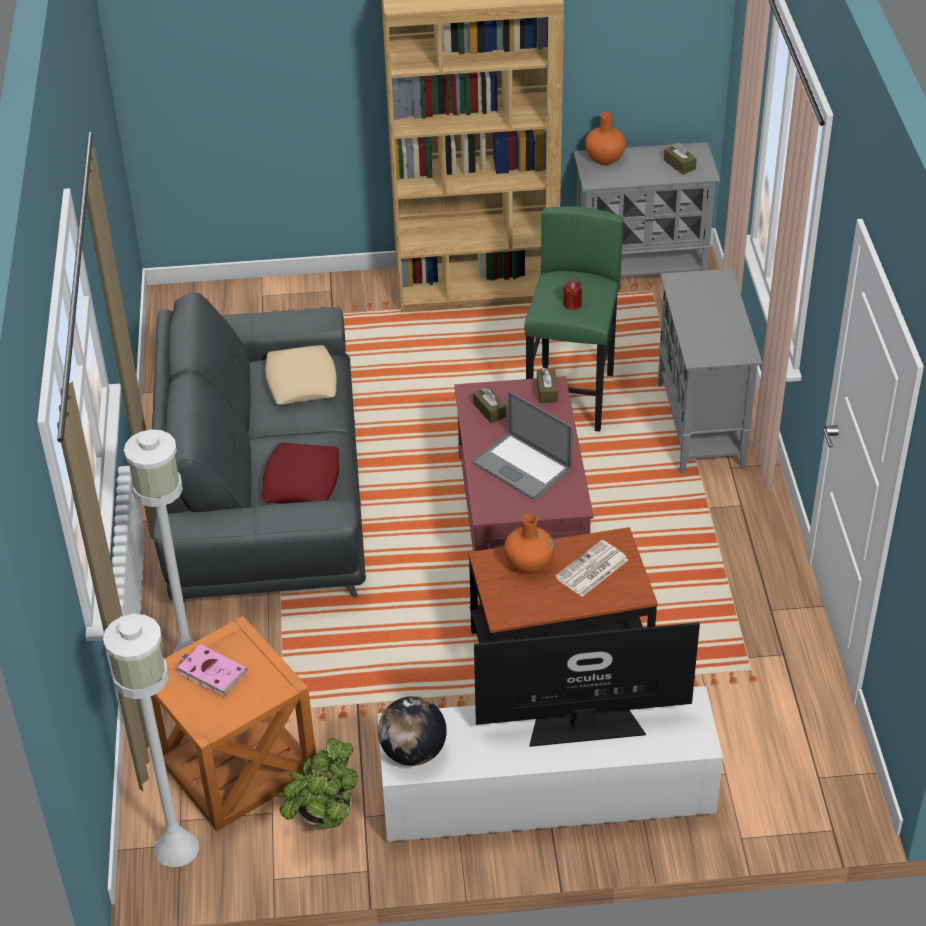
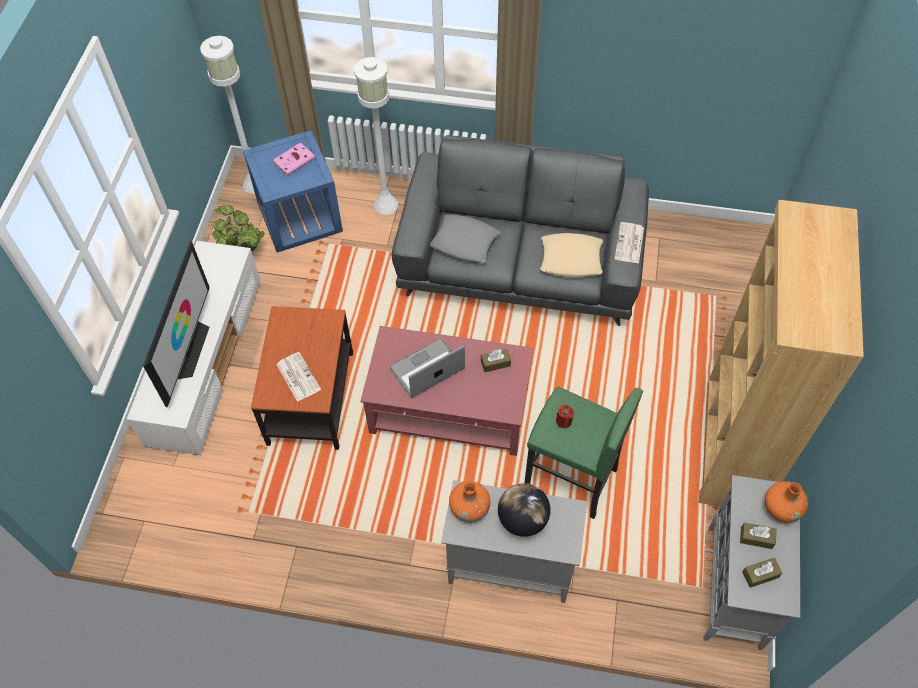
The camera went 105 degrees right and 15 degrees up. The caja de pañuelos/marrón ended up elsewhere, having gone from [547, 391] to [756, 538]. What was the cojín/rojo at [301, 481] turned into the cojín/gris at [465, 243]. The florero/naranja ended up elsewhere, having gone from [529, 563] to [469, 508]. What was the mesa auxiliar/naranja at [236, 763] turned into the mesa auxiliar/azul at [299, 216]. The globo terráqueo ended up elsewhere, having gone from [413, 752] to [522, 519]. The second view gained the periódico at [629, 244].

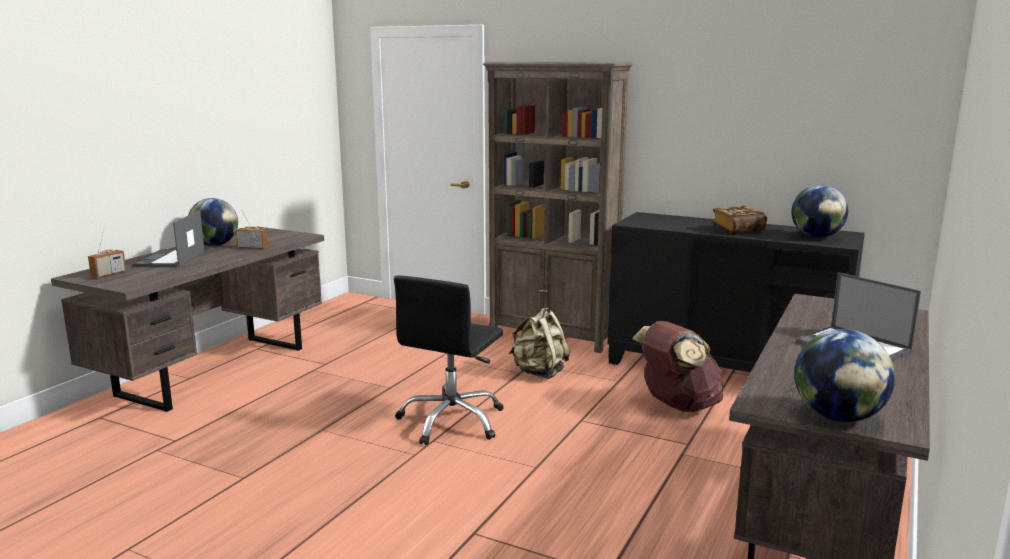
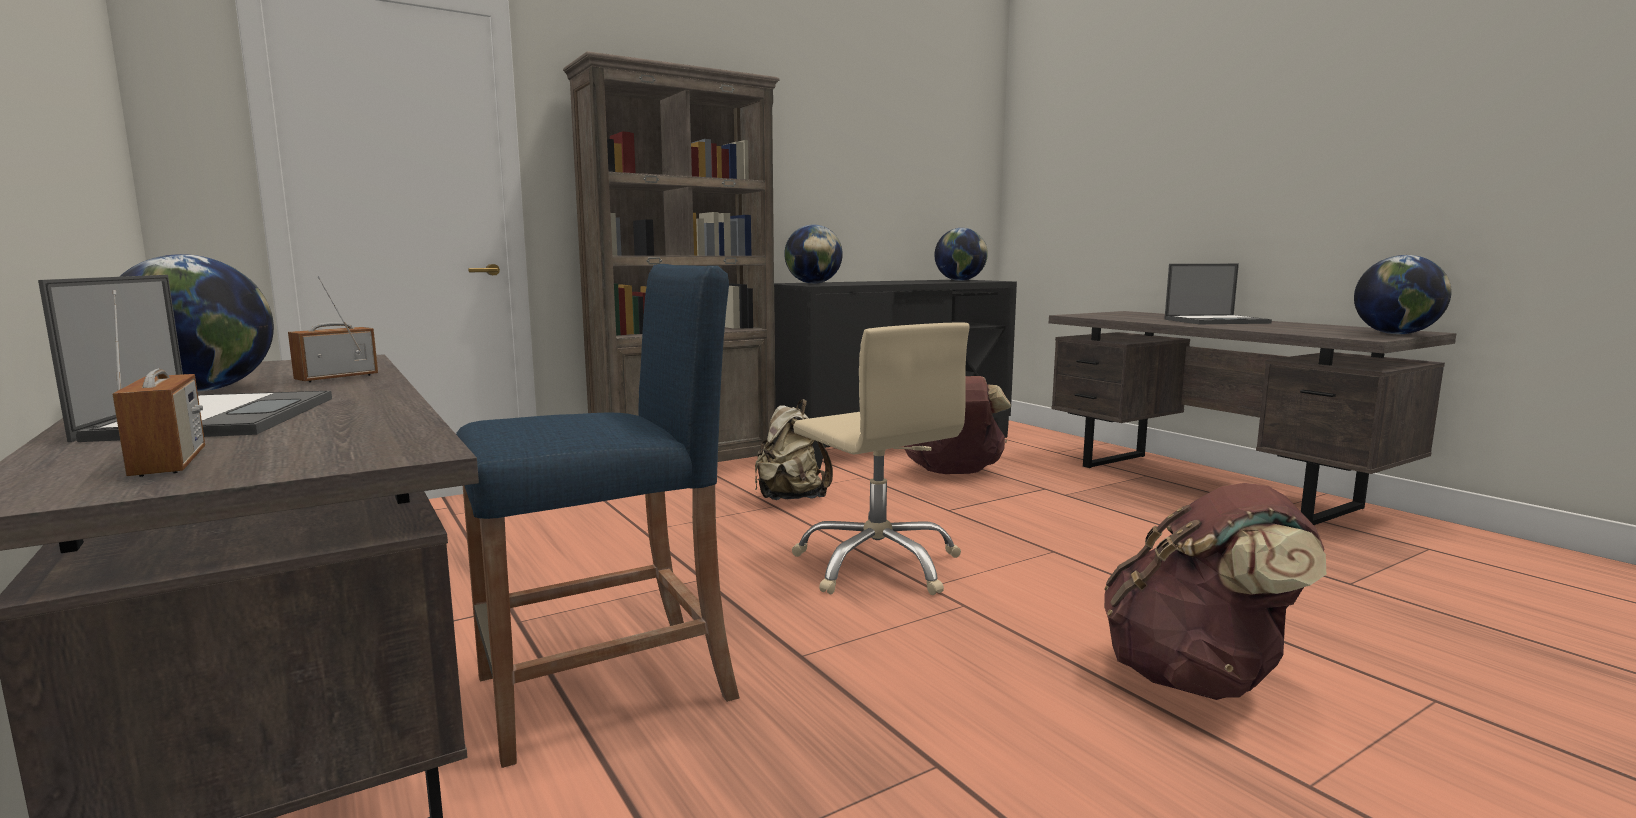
The camera went 60 degrees left and 5 degrees down. The second view lost the libro at [737, 230]. The portátil at [170, 259] ended up facing another way, 135 degrees counterclockwise from before. What was the silla de oficina/negro at [452, 421] turned into the silla de oficina/beis at [878, 565]. The second view gained the globo terráqueo at [813, 283]. The second view gained the taburete/azul at [606, 689]. The second view gained the mochila/marrón at [1199, 678].

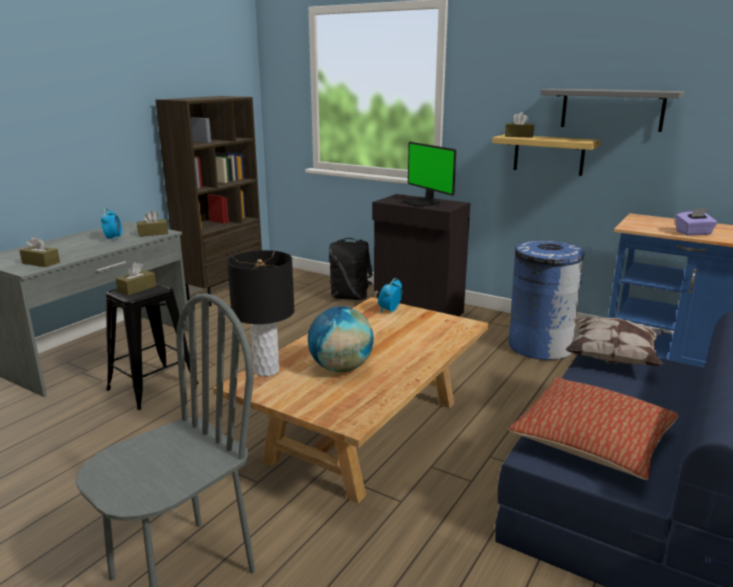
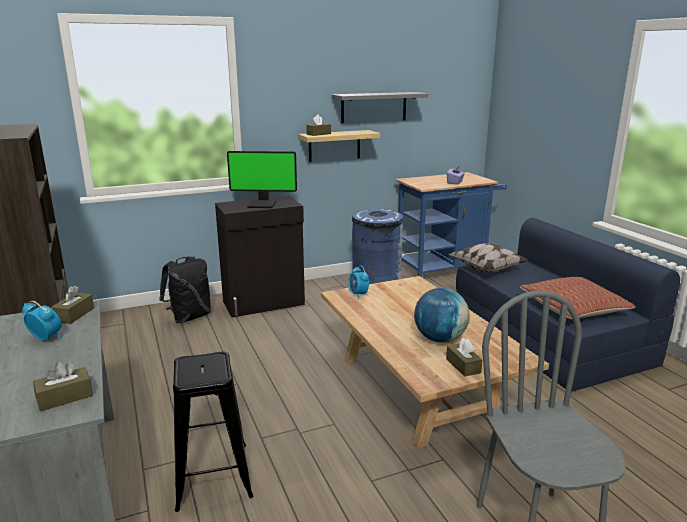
The camera went 55 degrees left and 0 degrees up. The second view lost the lámpara de mesa/negro at [266, 371]. The caja de pañuelos/marrón ended up elsewhere, having gone from [137, 289] to [463, 366].

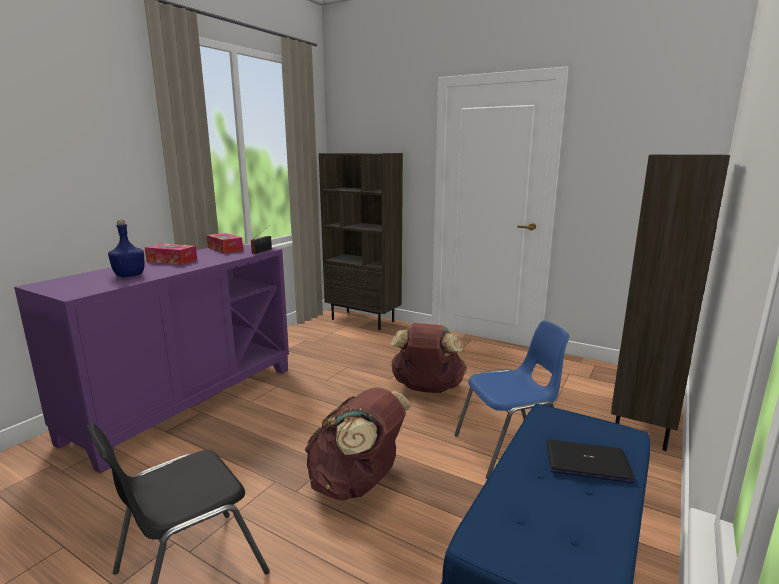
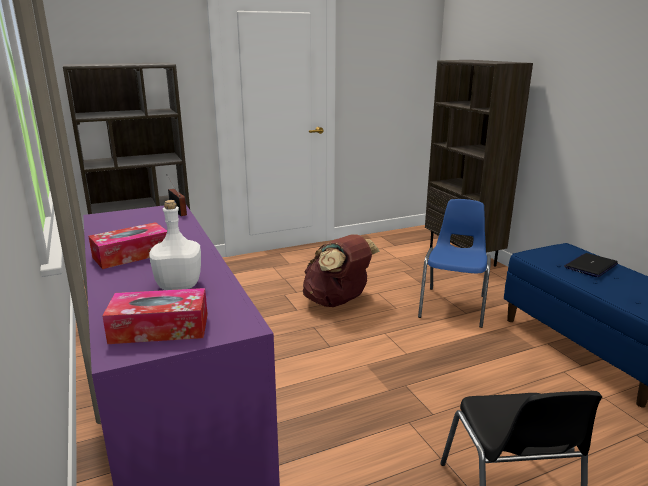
The camera went 55 degrees left and 5 degrees up. What was the botella/azul at [129, 275] turned into the botella/blanco at [178, 285]. The caja de pañuelos ended up elsewhere, having gone from [225, 249] to [160, 328]. The second view lost the mochila/marrón at [357, 484].

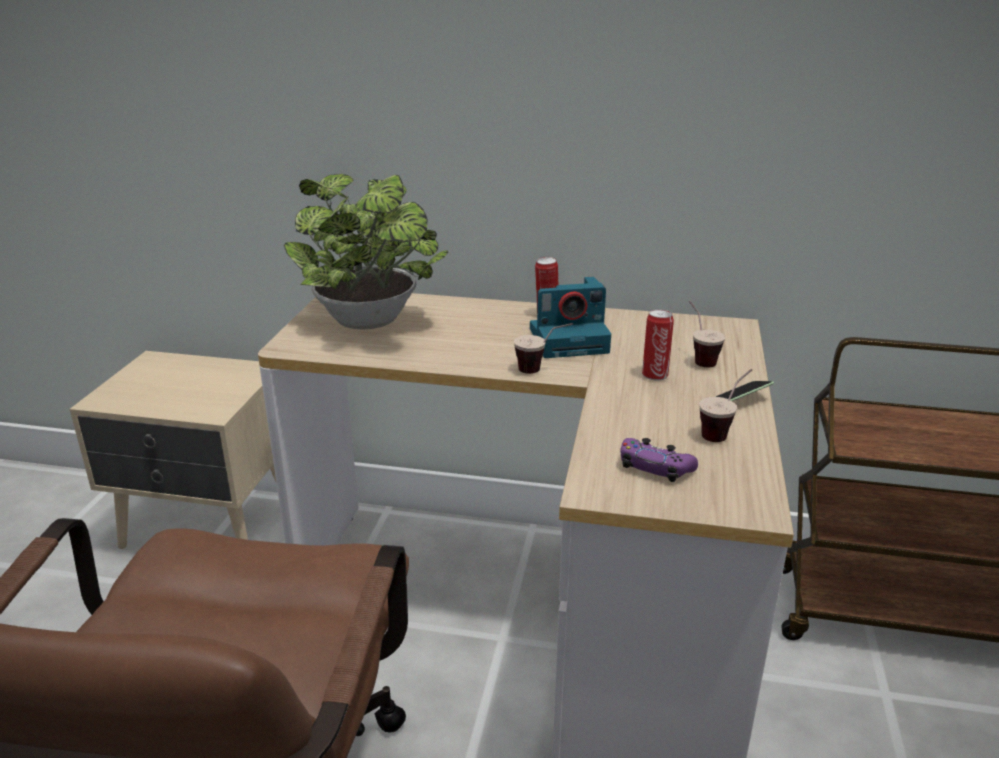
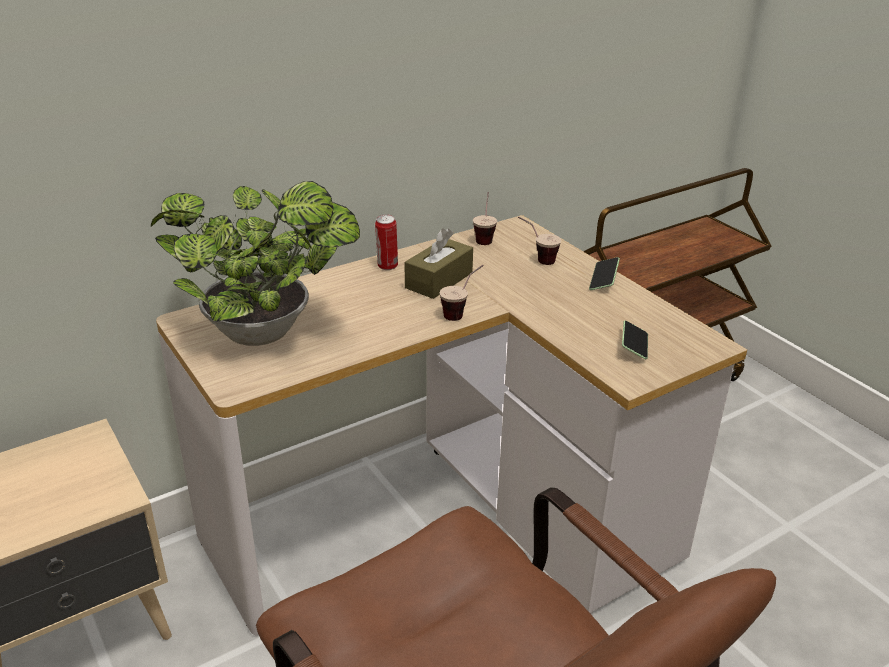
The camera went 45 degrees left and 5 degrees up. Where the cámara stood at [570, 340], the caja de pañuelos/marrón came to stand at [439, 280]. The second view lost the lata at [655, 375]. The taza ended up elsewhere, having gone from [723, 431] to [484, 237]. Where the mando de consola/morado stood at [655, 467], the móvil came to stand at [634, 347].

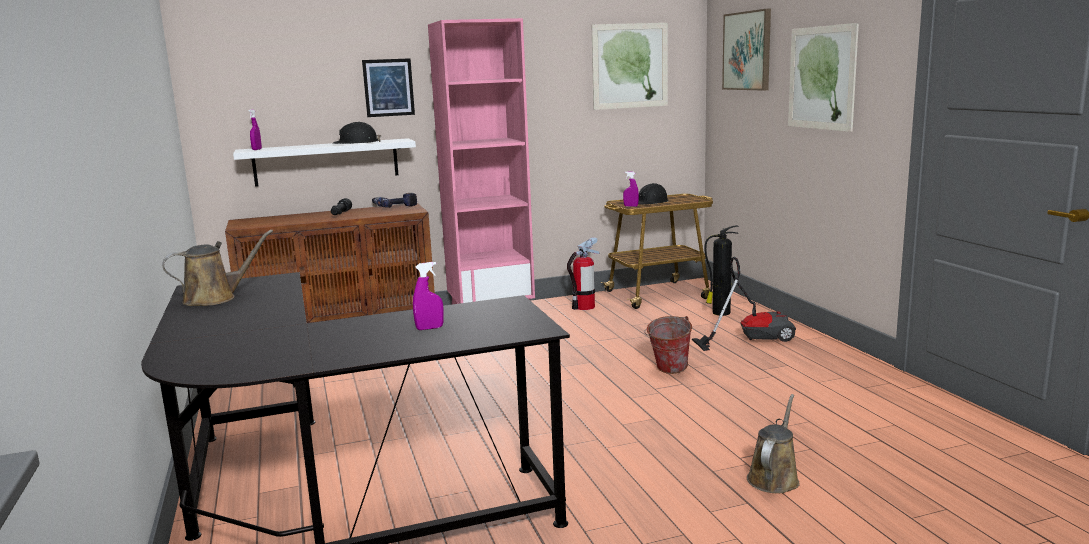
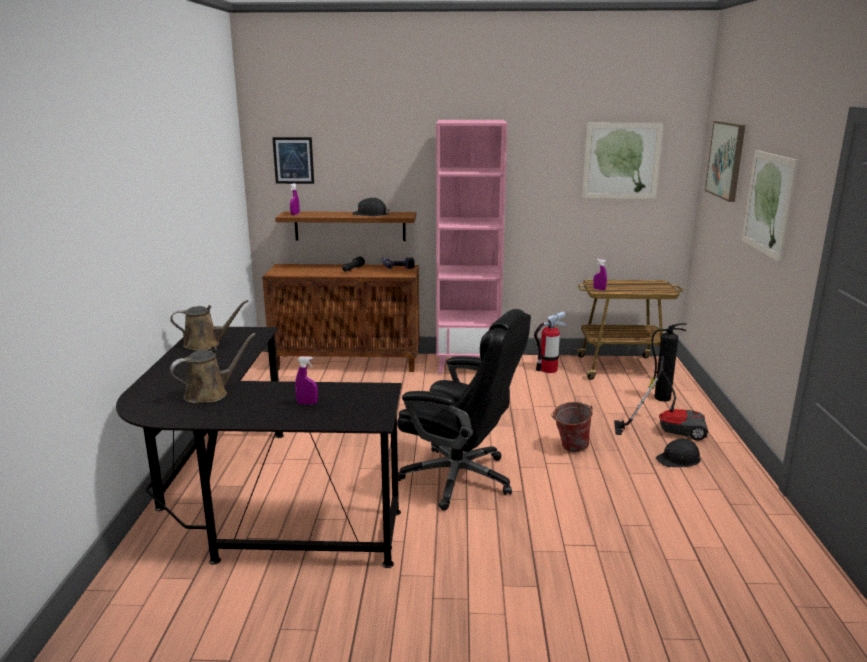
The camera went 20 degrees right and 5 degrees up. The cuadro ended up elsewhere, having gone from [388, 87] to [293, 160]. What was the estante/blanco at [326, 162] turned into the estante/marrón at [350, 226]. The casco/negro ended up elsewhere, having gone from [651, 202] to [679, 459]. The regadera/marrón ended up elsewhere, having gone from [774, 478] to [210, 393]. The second view gained the silla de oficina/negro at [460, 478].

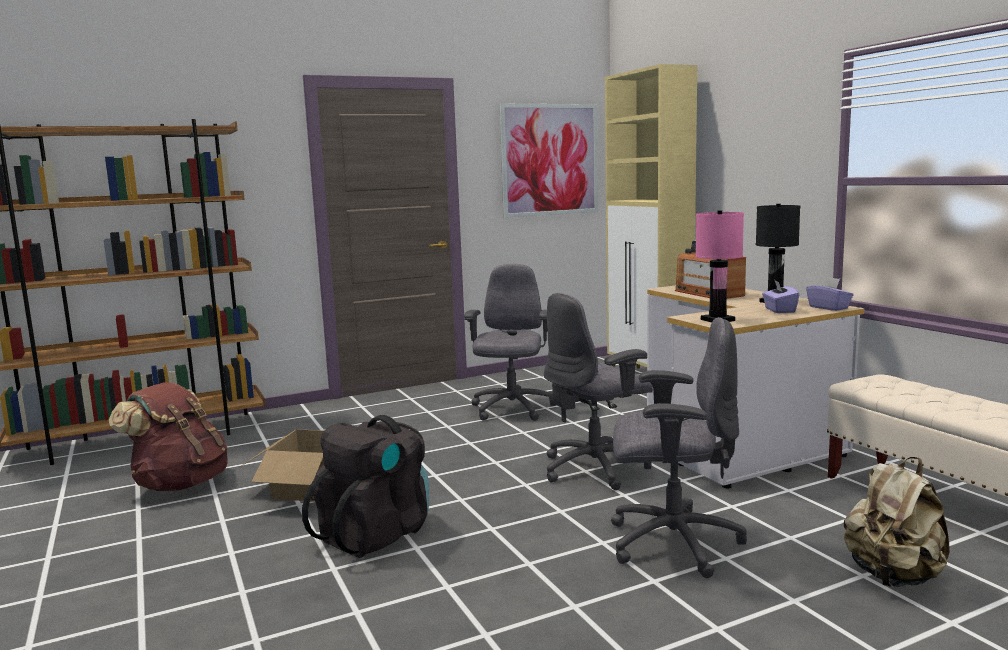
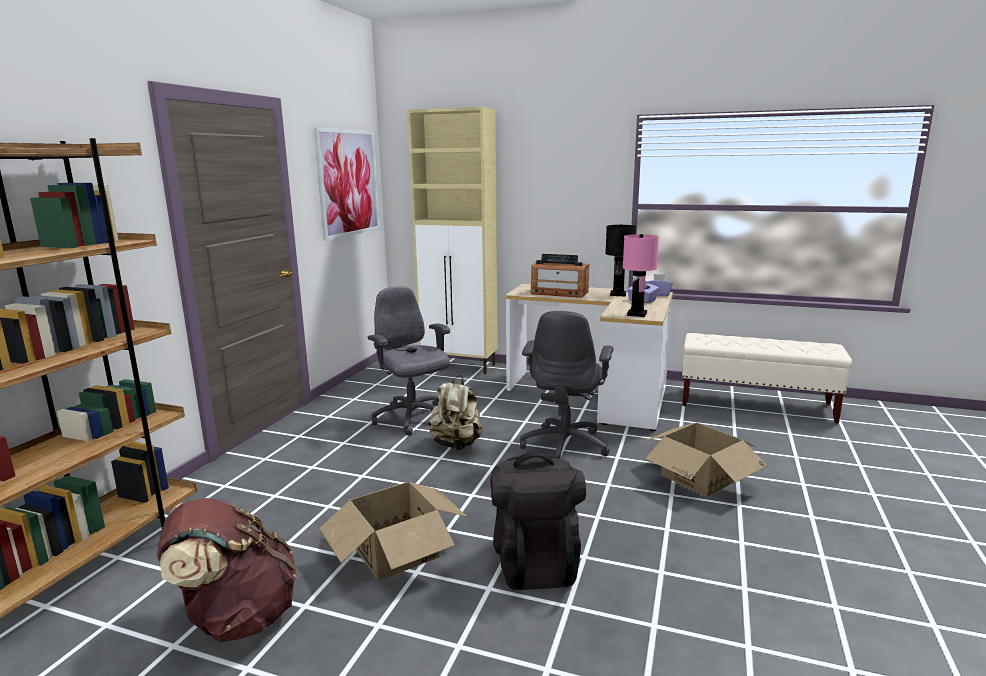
The camera went 45 degrees left and 5 degrees up. Where the silla de oficina/gris stood at [671, 542], the caja de cartón came to stand at [700, 477]. The mochila/beis ended up elsewhere, having gone from [893, 577] to [456, 445].

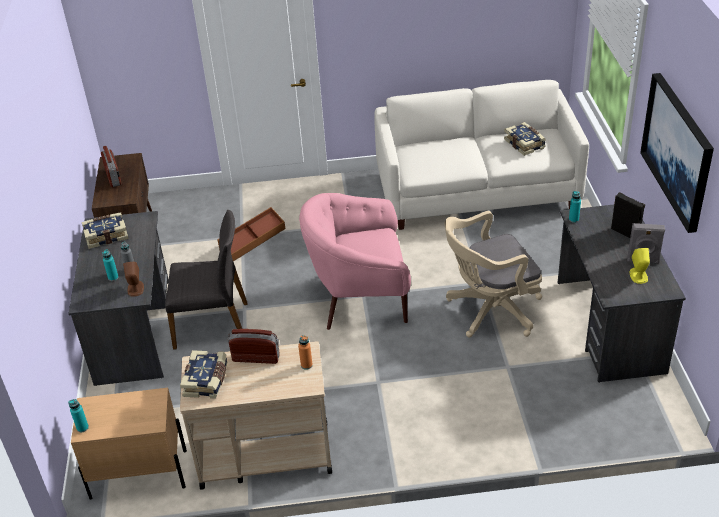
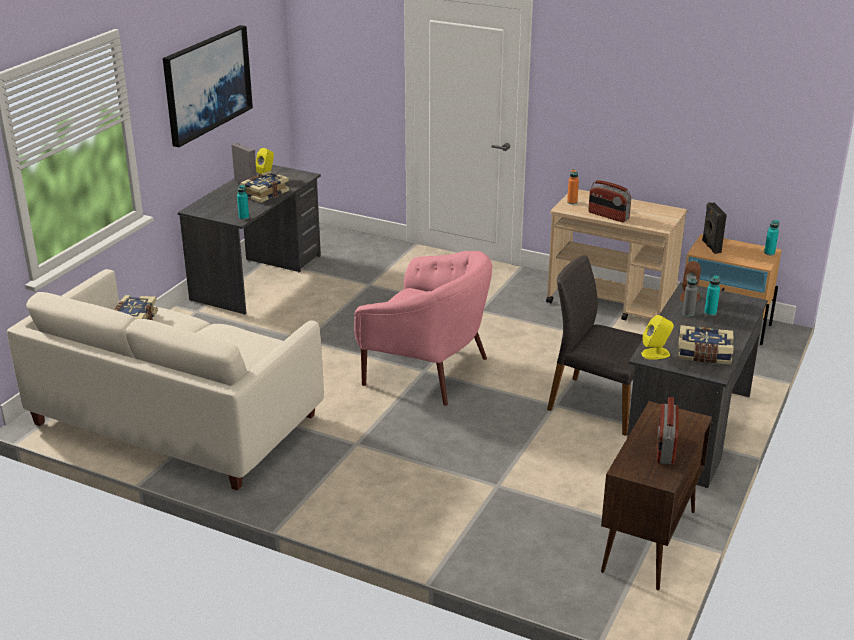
The camera went 150 degrees left and 10 degrees down. The altavoz/negro ended up elsewhere, having gone from [625, 232] to [710, 247]. The second view lost the caja de almacenaje/marrón at [252, 240]. The second view lost the silla de oficina/beis at [489, 311]. The libro ended up elsewhere, having gone from [207, 381] to [264, 193]. The second view gained the altavoz/amarillo at [656, 353].

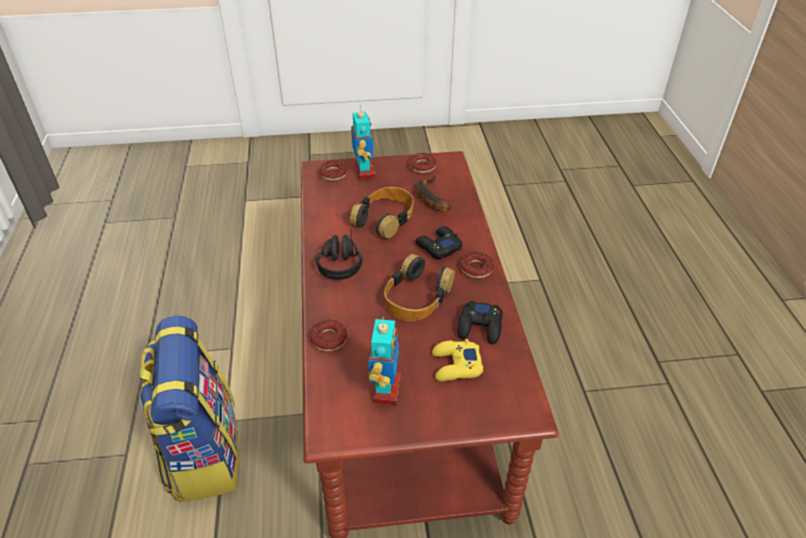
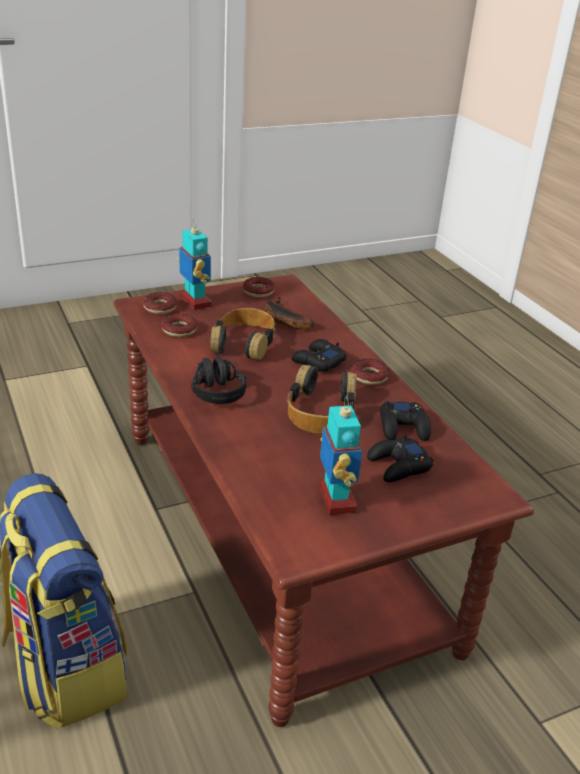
The camera went 20 degrees left and 10 degrees down. The rosquilla ended up elsewhere, having gone from [329, 339] to [179, 330]. What was the mando de consola/amarillo at [456, 366] turned into the mando de consola/negro at [398, 466].

